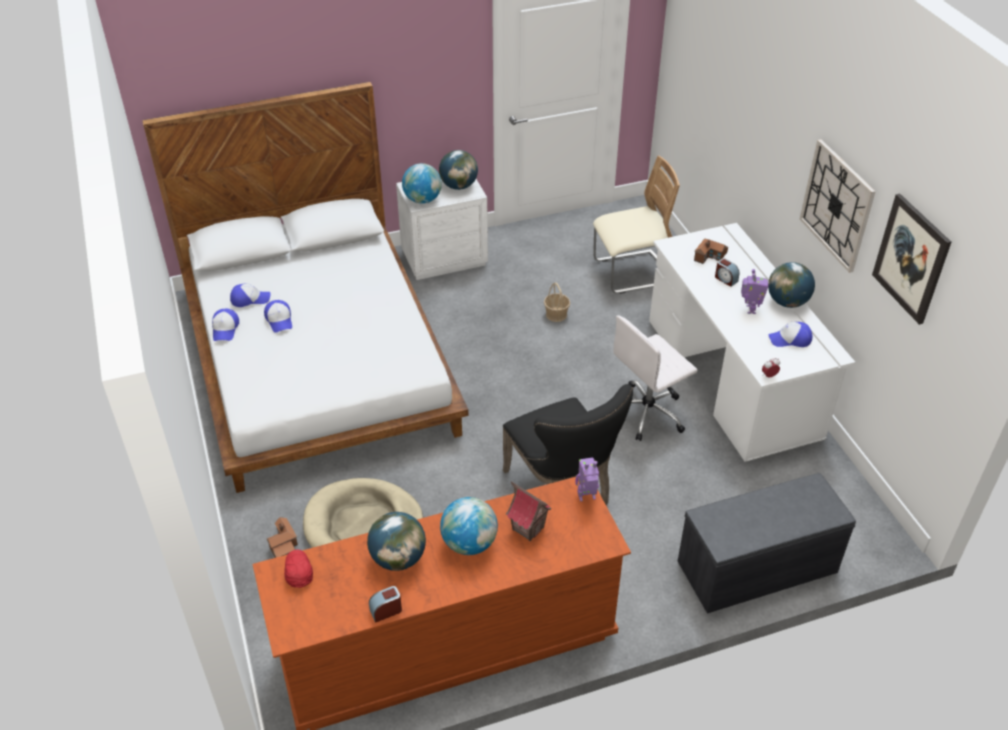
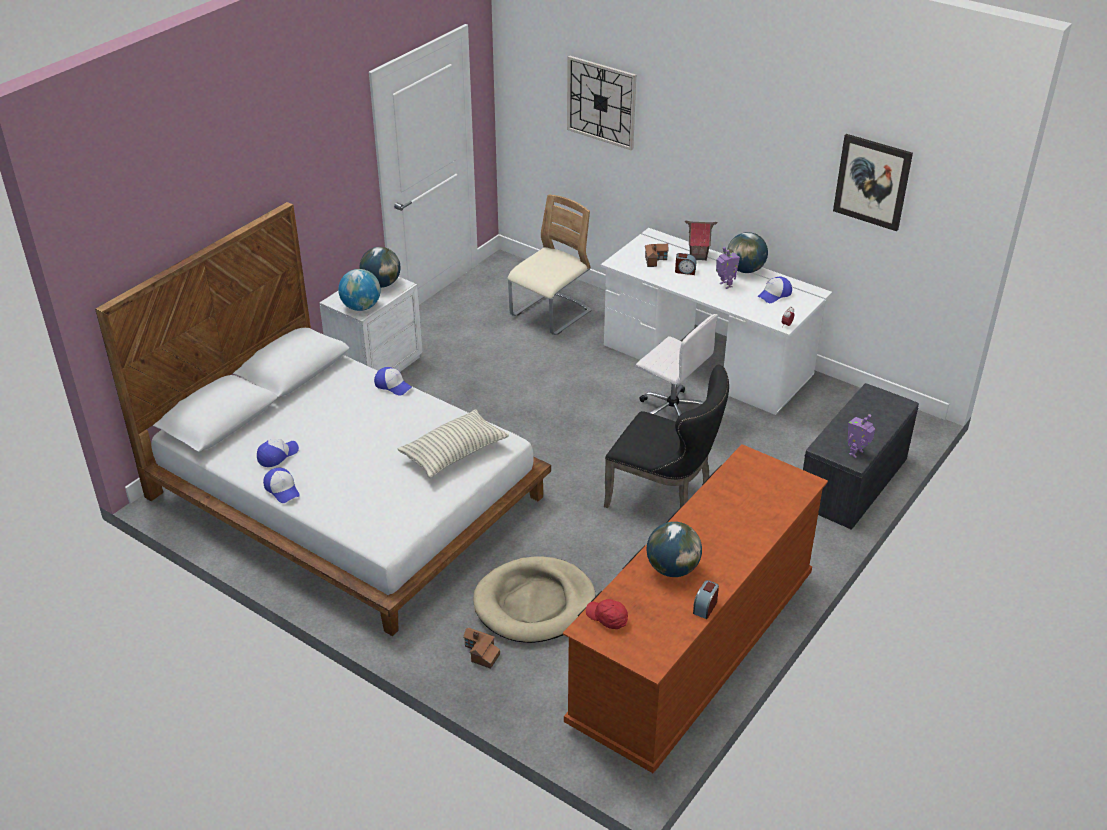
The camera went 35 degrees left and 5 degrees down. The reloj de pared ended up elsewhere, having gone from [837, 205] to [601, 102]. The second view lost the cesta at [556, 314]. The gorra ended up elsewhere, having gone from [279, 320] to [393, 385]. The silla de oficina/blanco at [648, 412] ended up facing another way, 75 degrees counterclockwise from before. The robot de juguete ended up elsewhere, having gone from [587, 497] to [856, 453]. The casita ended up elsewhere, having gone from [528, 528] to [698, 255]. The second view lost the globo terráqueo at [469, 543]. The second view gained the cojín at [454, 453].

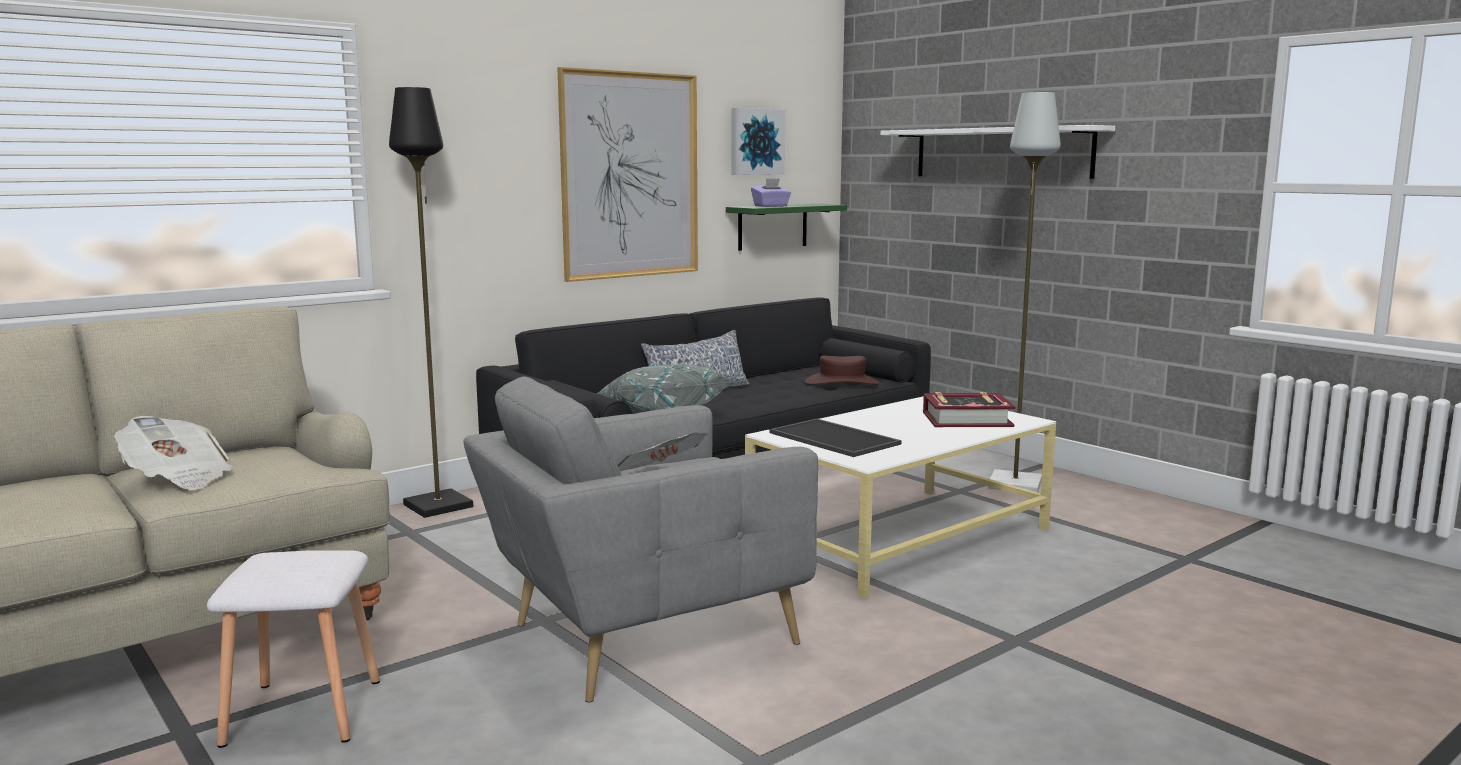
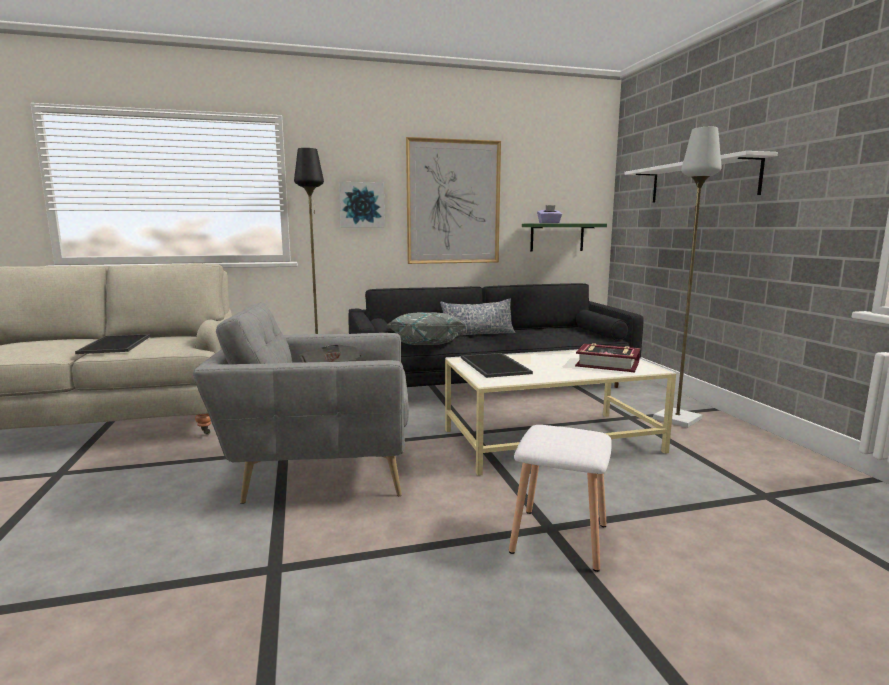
The camera went 25 degrees right and 0 degrees up. The cuadro ended up elsewhere, having gone from [756, 142] to [361, 205]. The second view lost the sombrero/marrón at [842, 383]. Where the periódico stood at [177, 479], the bandeja came to stand at [117, 344]. The taburete/blanco ended up elsewhere, having gone from [302, 711] to [558, 537].

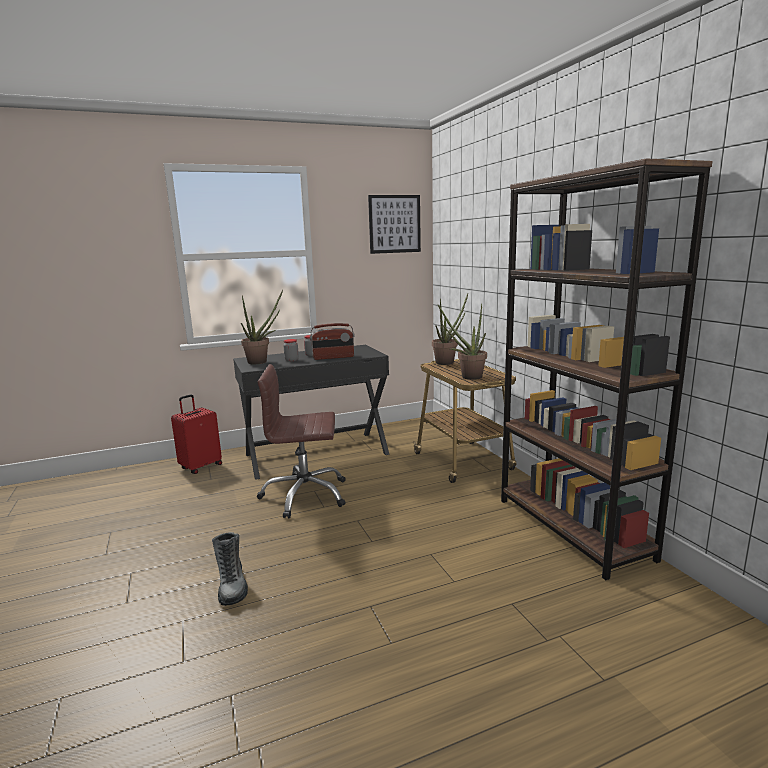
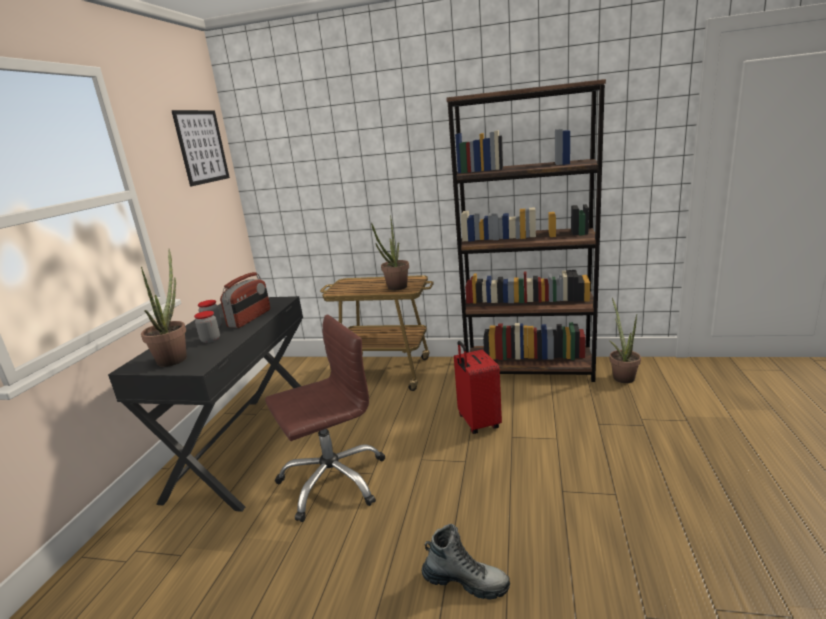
The camera went 55 degrees left and 5 degrees up. The planta en maceta ended up elsewhere, having gone from [447, 362] to [621, 376]. The silla de oficina/marrón at [305, 495] ended up facing another way, 150 degrees counterclockwise from before. The maleta/rojo ended up elsewhere, having gone from [200, 467] to [477, 423].

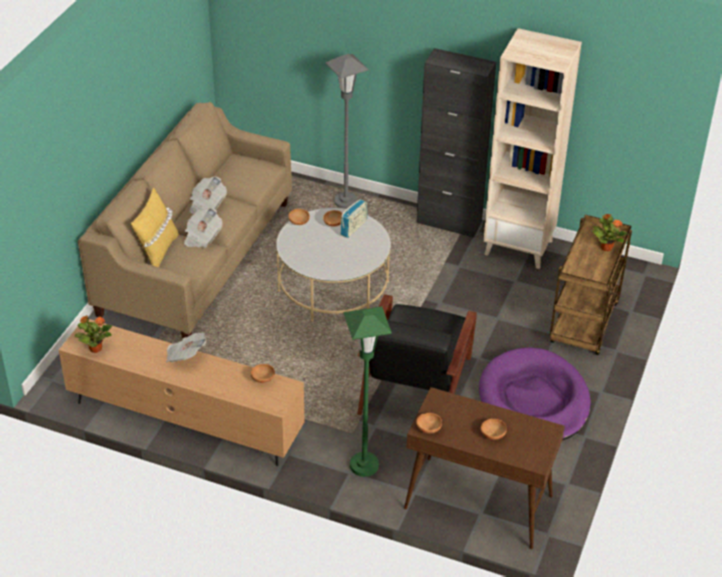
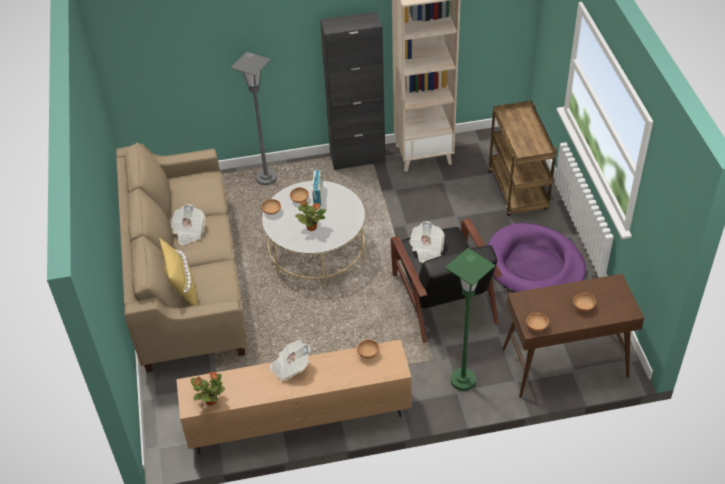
The camera went 30 degrees left and 5 degrees up. The periódico ended up elsewhere, having gone from [202, 237] to [426, 249]. The planta en maceta ended up elsewhere, having gone from [606, 247] to [311, 227].

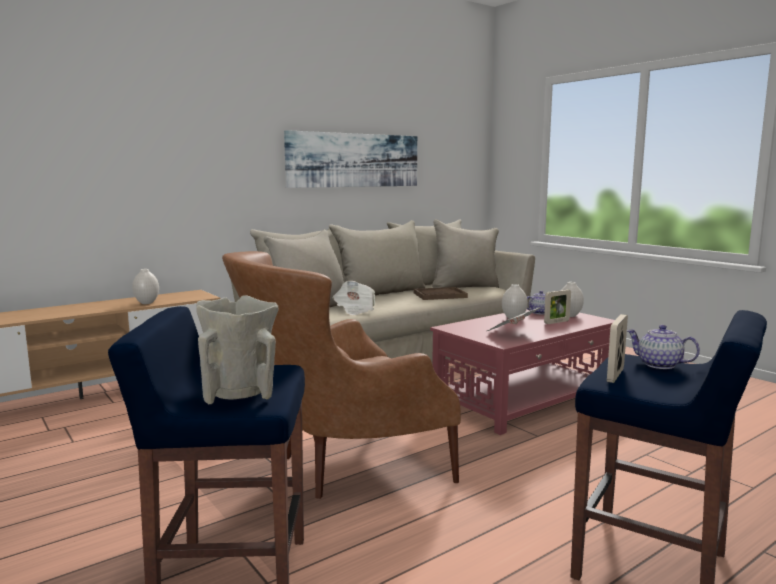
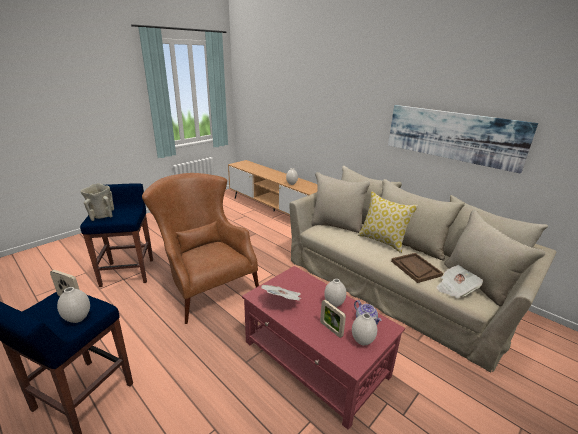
The camera went 80 degrees right and 15 degrees up. The periódico ended up elsewhere, having gone from [354, 310] to [455, 289]. Where the tetera stood at [659, 365], the florero/blanco came to stand at [77, 318]. The second view gained the cojín at [382, 241].

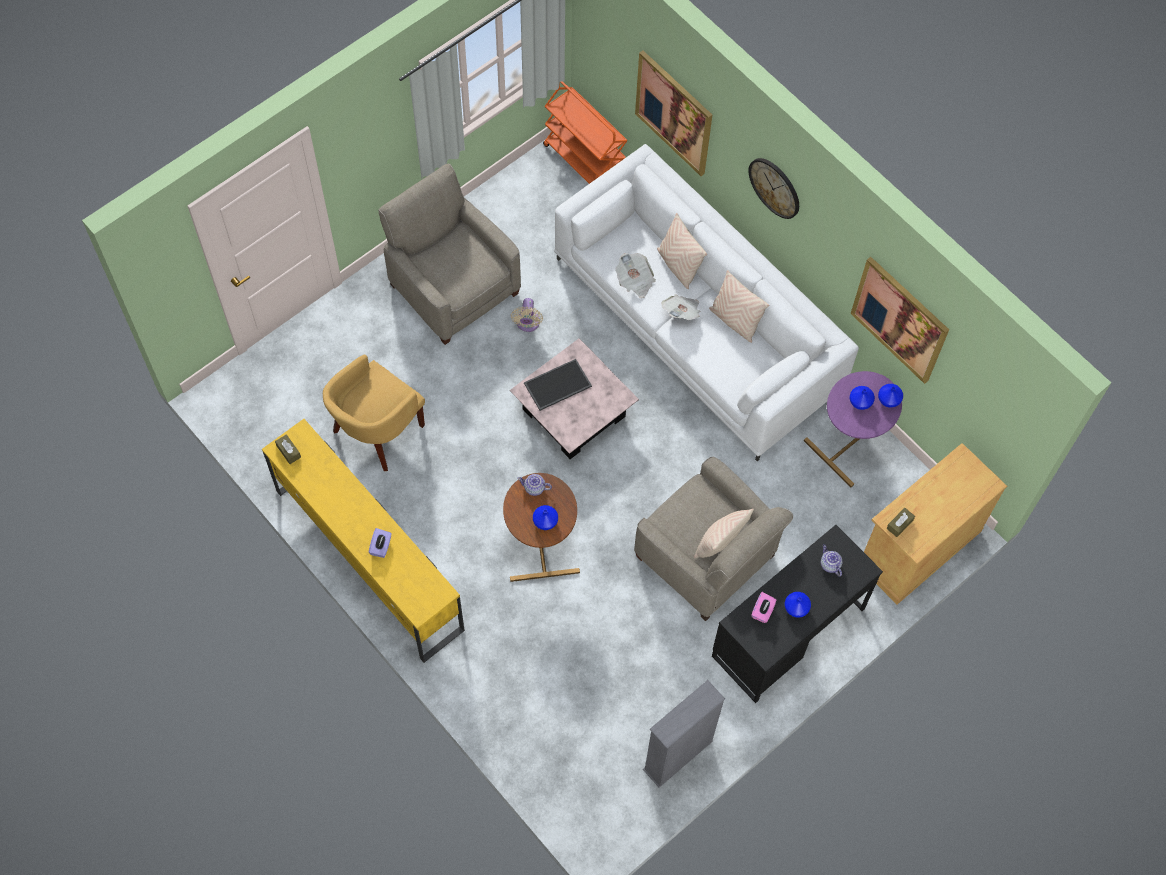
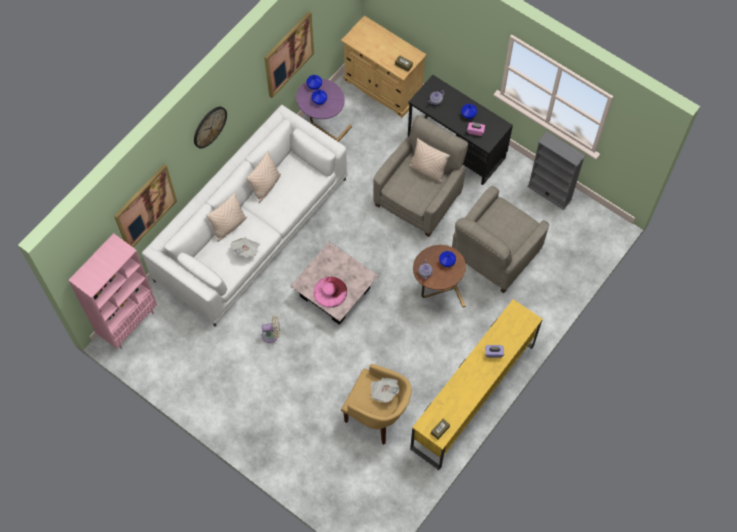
The camera went 100 degrees left and 0 degrees up. Where the carrito/naranja stood at [585, 162], the estantería/rosa came to stand at [129, 323]. The sillón/beis ended up elsewhere, having gone from [453, 287] to [495, 253]. The periódico ended up elsewhere, having gone from [682, 312] to [383, 391]. Where the bandeja stood at [557, 386], the sombrero/rosa came to stand at [330, 292].

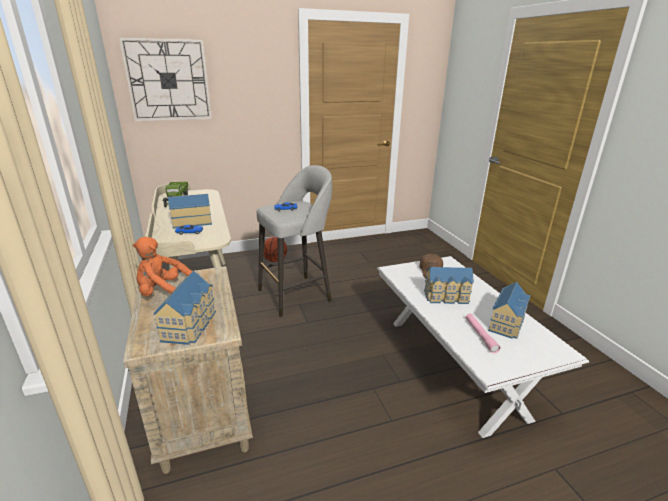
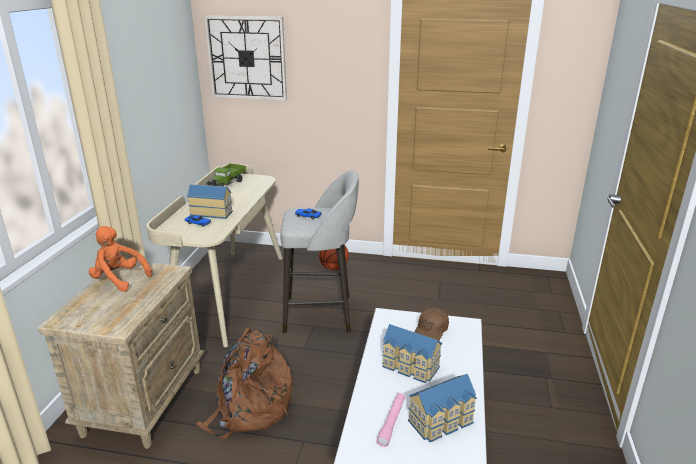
The camera went 30 degrees right and 0 degrees up. The second view lost the casita at [191, 324]. The second view gained the mochila/marrón at [250, 408].

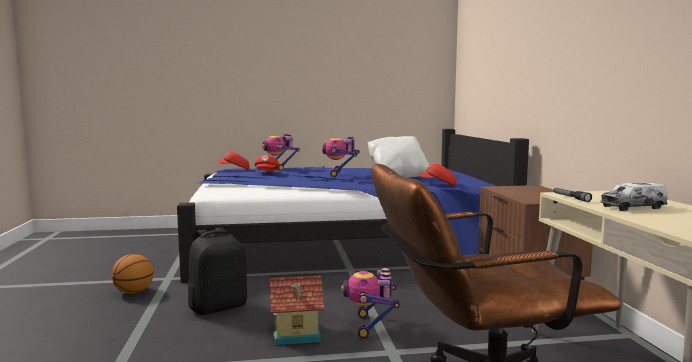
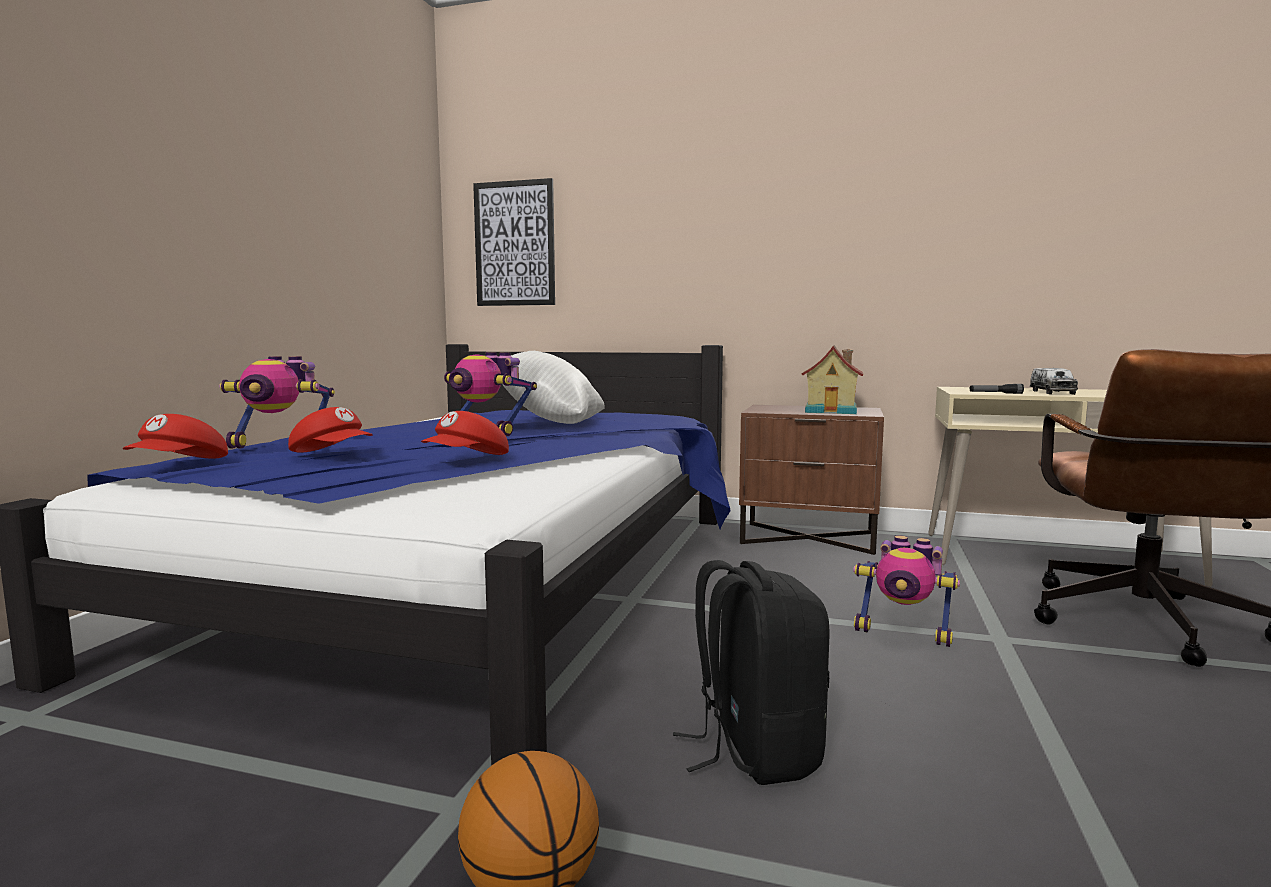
The camera went 65 degrees left and 0 degrees up. The gorra/rojo ended up elsewhere, having gone from [438, 184] to [468, 459]. The casita ended up elsewhere, having gone from [297, 334] to [833, 411]. The second view gained the cuadro at [515, 244].

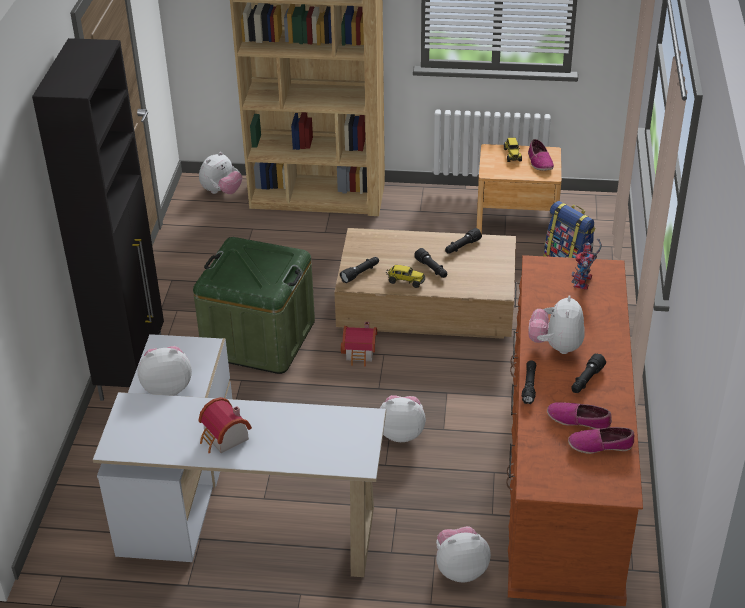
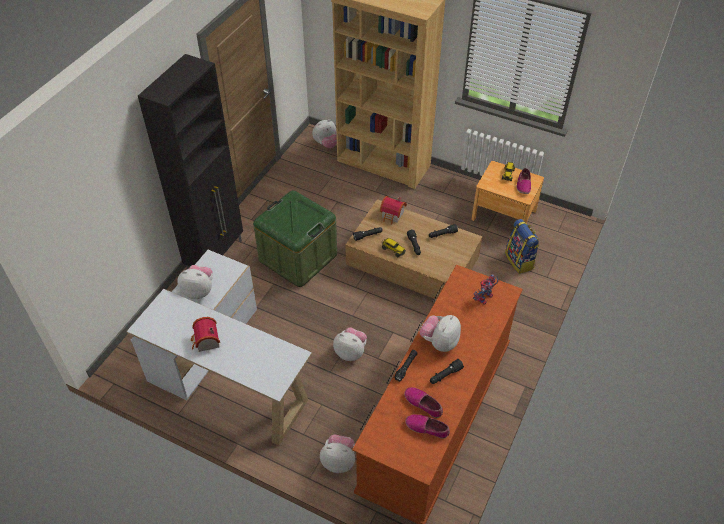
The camera went 20 degrees right and 10 degrees up. The casita ended up elsewhere, having gone from [361, 353] to [392, 215].

